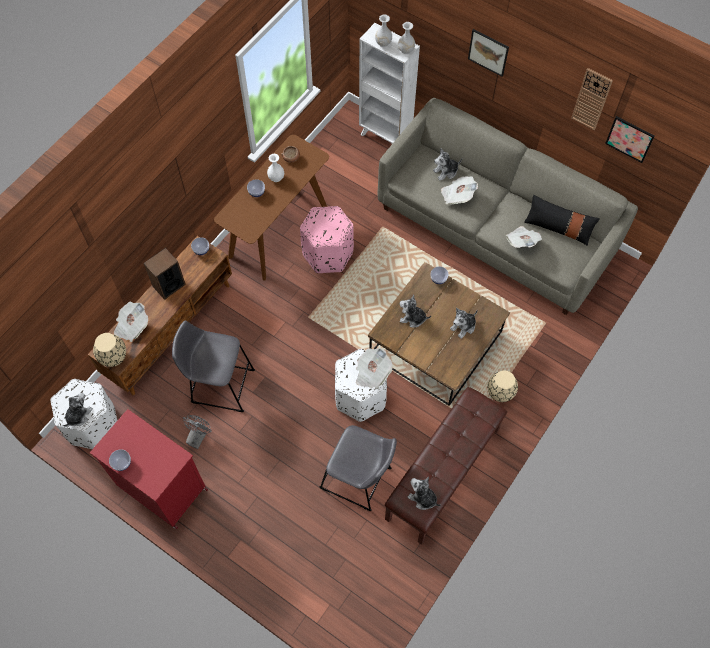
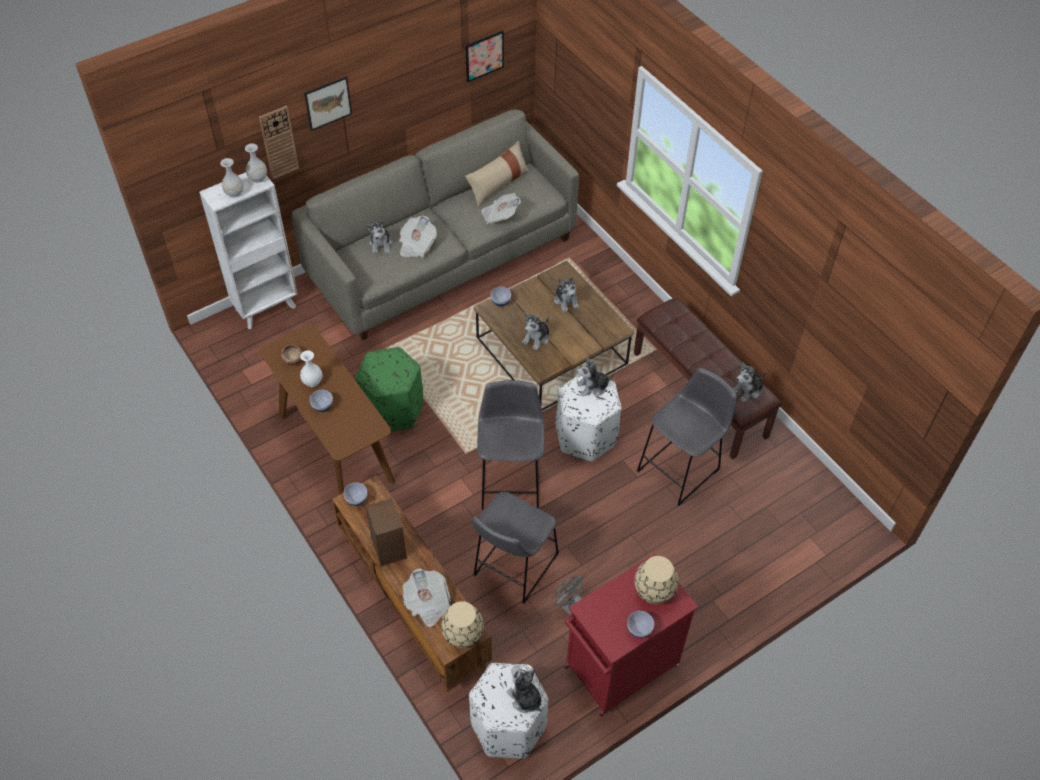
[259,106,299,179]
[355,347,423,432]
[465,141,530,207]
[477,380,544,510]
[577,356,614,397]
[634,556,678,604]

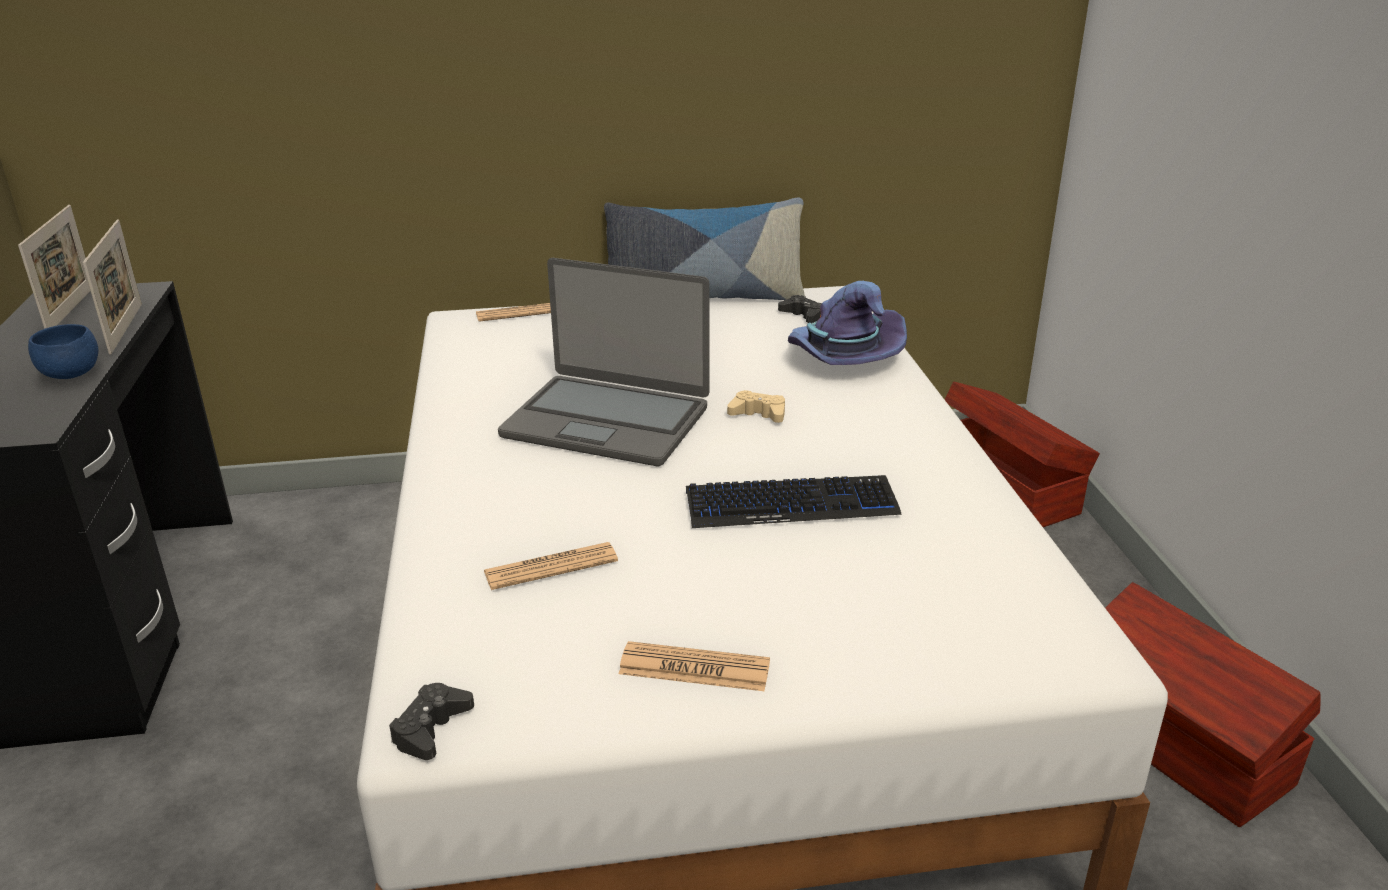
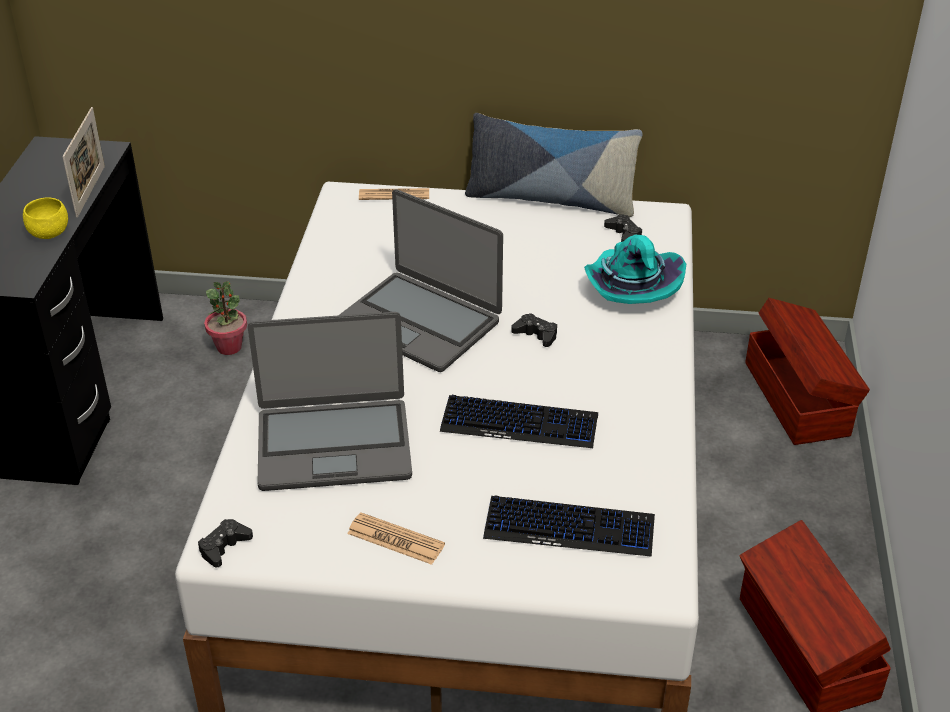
[23,197,68,239]
[204,281,247,355]
[248,312,412,491]
[483,495,655,557]
[511,313,557,347]
[584,235,686,304]
[18,205,90,329] (first image)

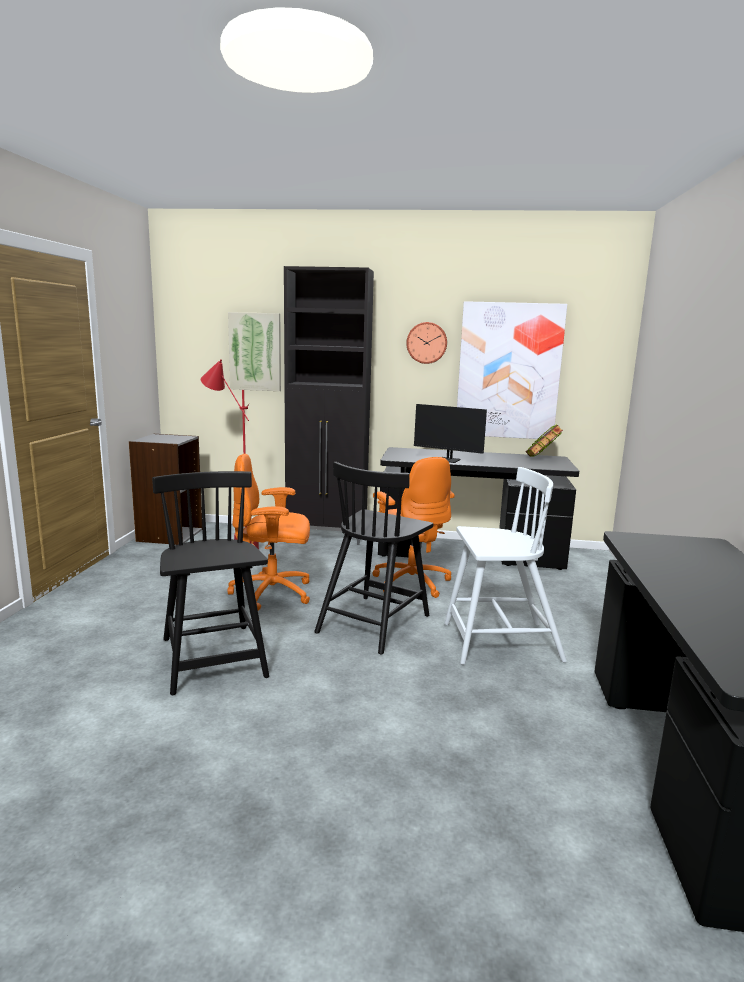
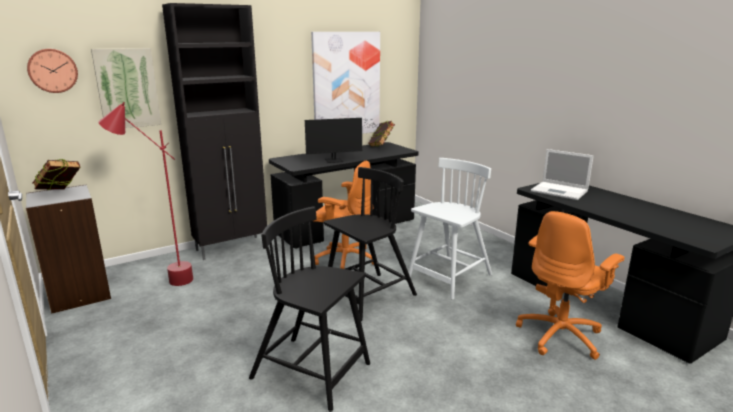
[27,49,78,93]
[32,159,80,190]
[324,167,417,321]
[516,211,625,360]
[531,149,593,200]

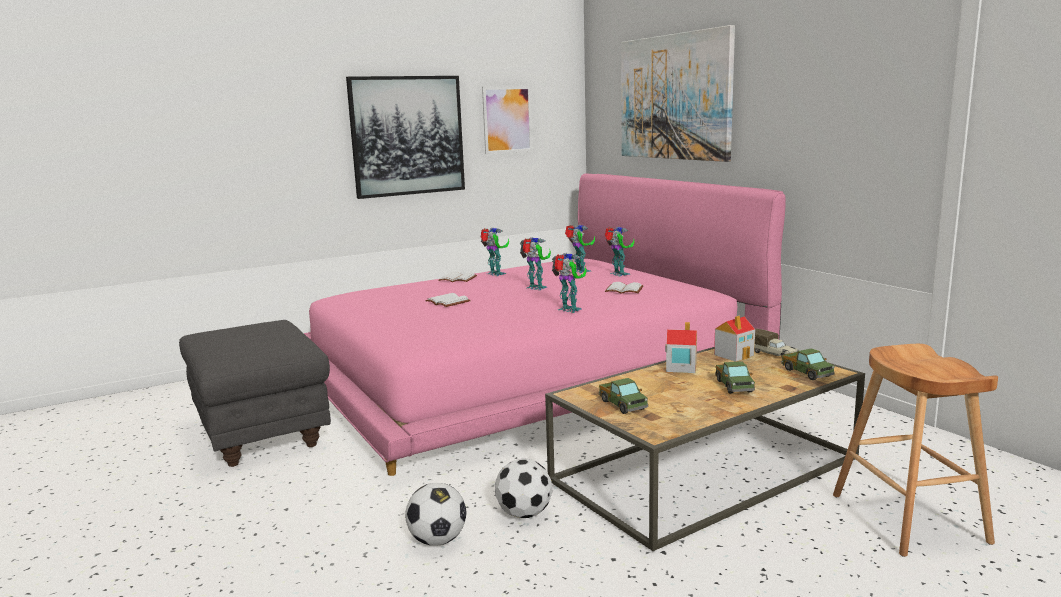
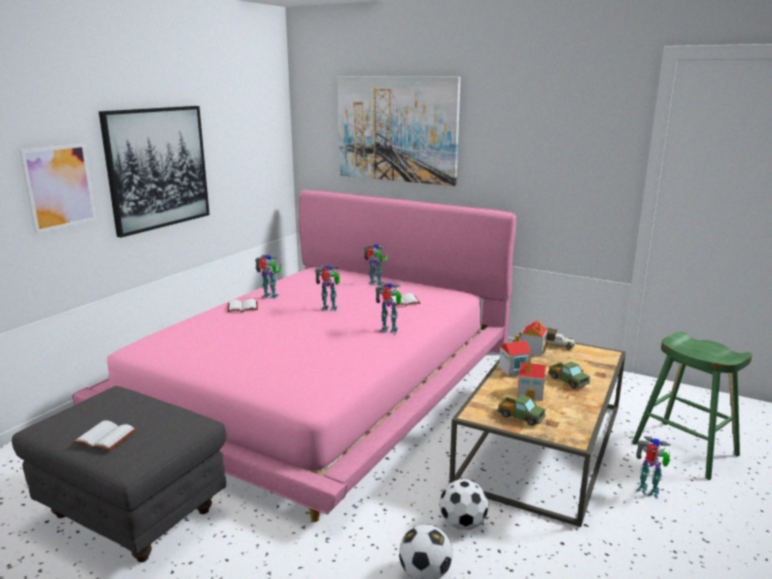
[19,143,97,234]
[73,421,137,451]
[518,361,546,401]
[632,332,752,480]
[635,436,671,499]
[781,348,835,380] (first image)

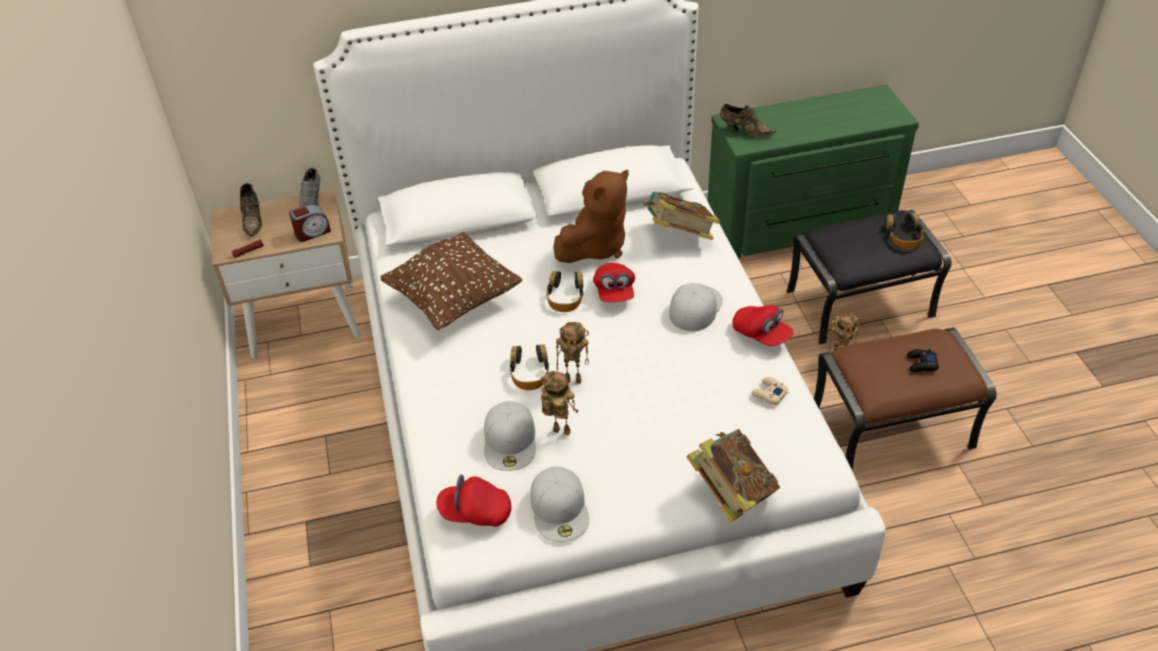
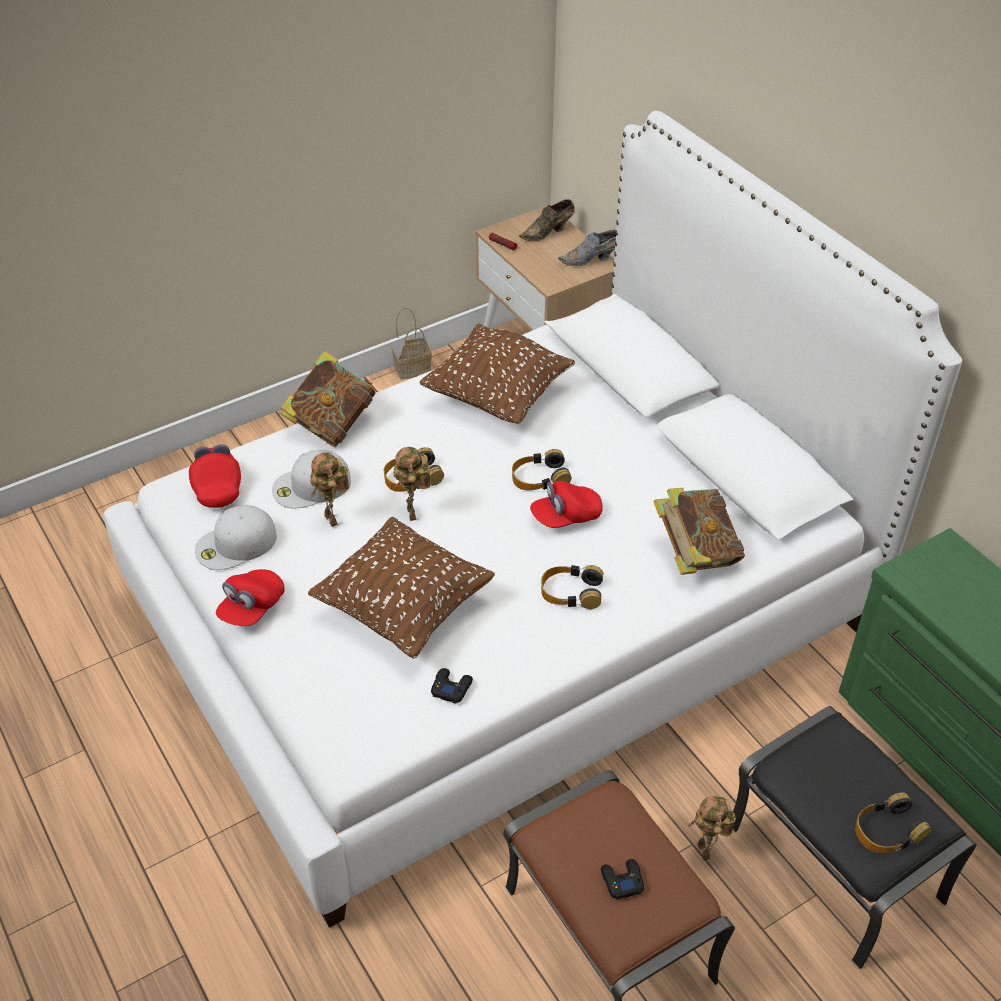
[216,569,285,626]
[280,351,376,447]
[308,516,495,659]
[310,452,349,527]
[392,308,432,380]
[431,668,473,704]
[541,565,603,609]
[289,204,331,242] (first image)
[553,170,629,263] (first image)
[720,104,776,138] (first image)

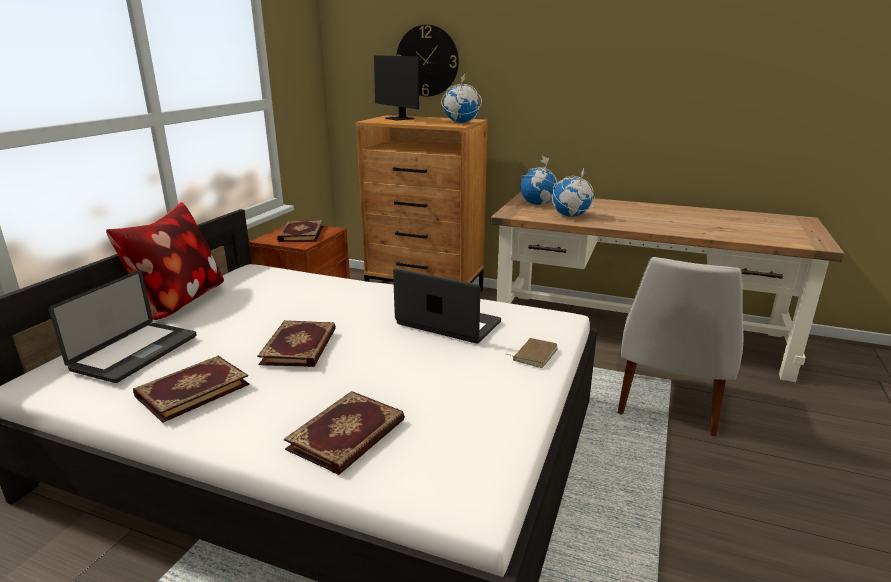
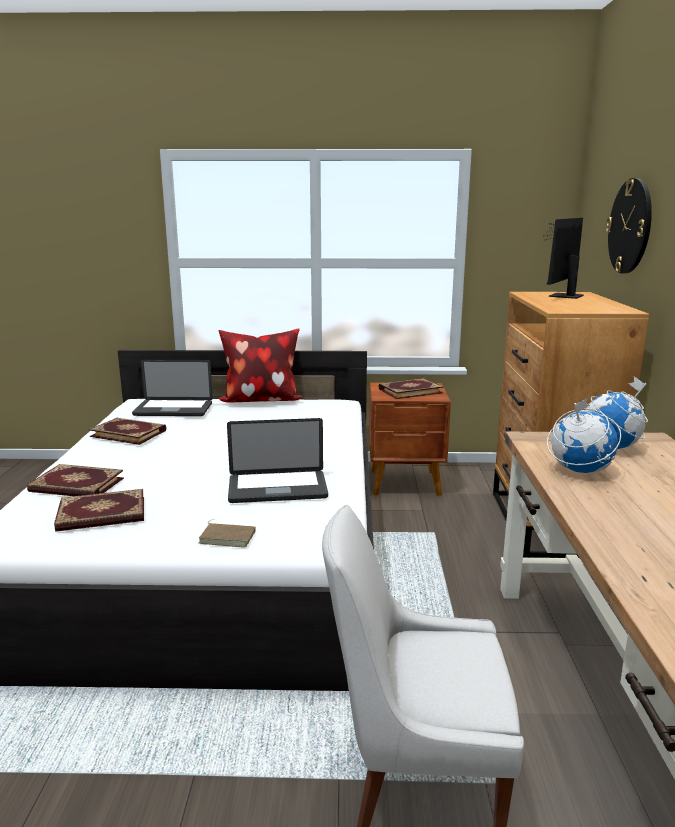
[54,489,144,532]
[227,418,328,503]
[441,74,482,123] (first image)

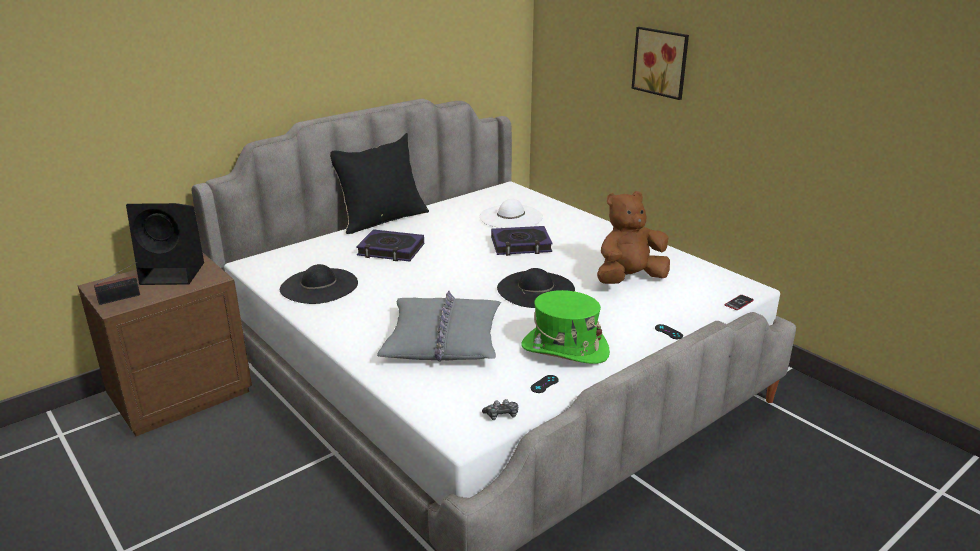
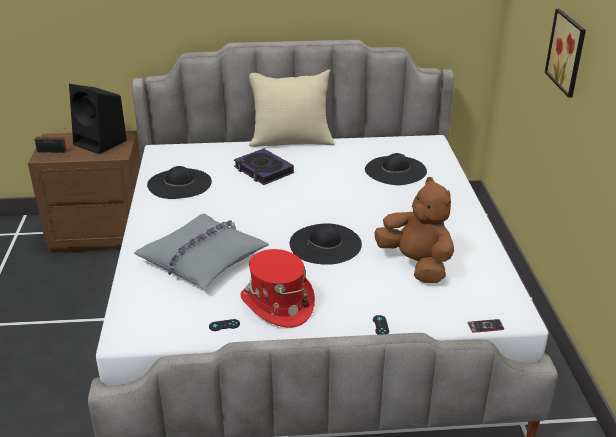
[240,249,315,327]
[249,69,335,147]
[365,153,427,185]
[375,177,454,283]
[482,399,518,420] (first image)
[491,226,553,256] (first image)

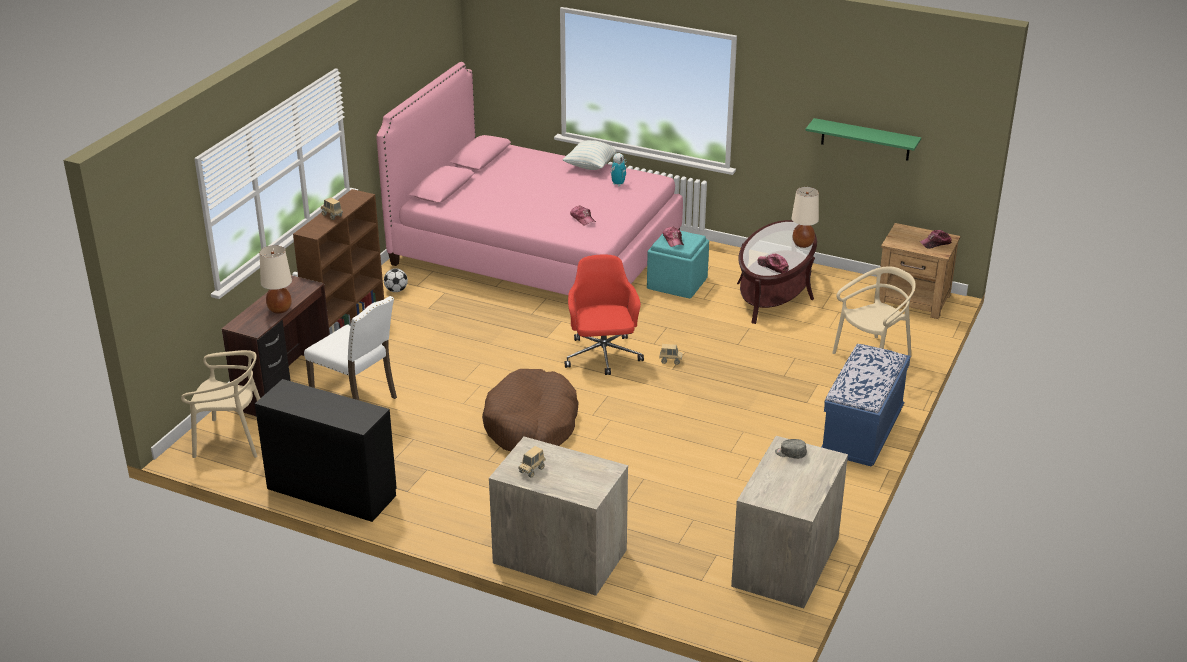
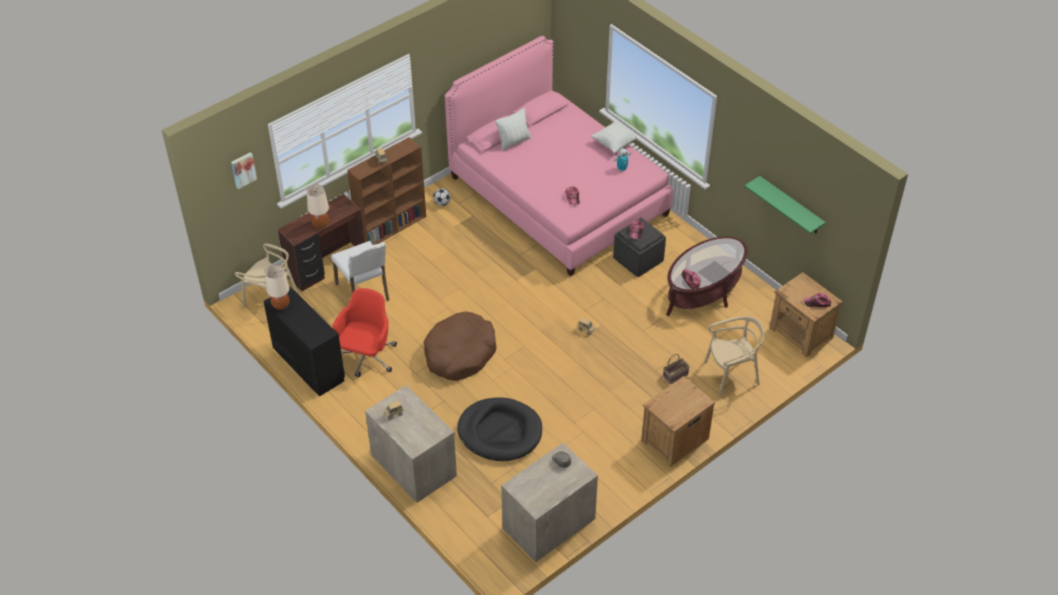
[231,152,257,189]
[265,265,290,310]
[333,288,397,377]
[457,397,542,461]
[495,108,531,151]
[613,218,666,277]
[641,376,715,467]
[663,354,690,384]

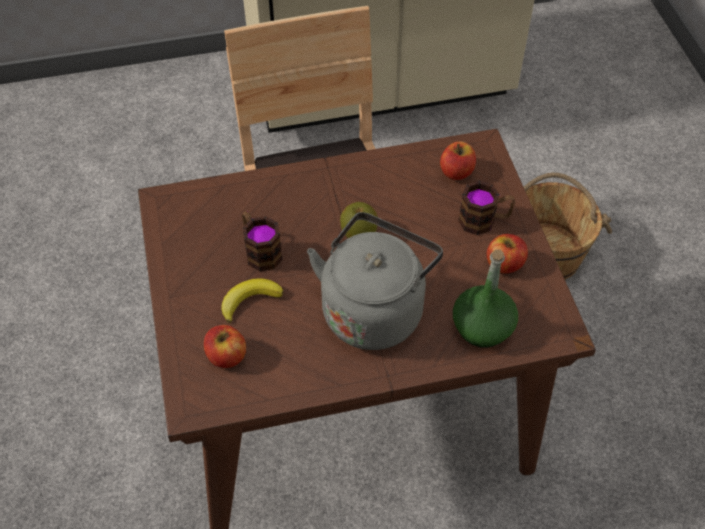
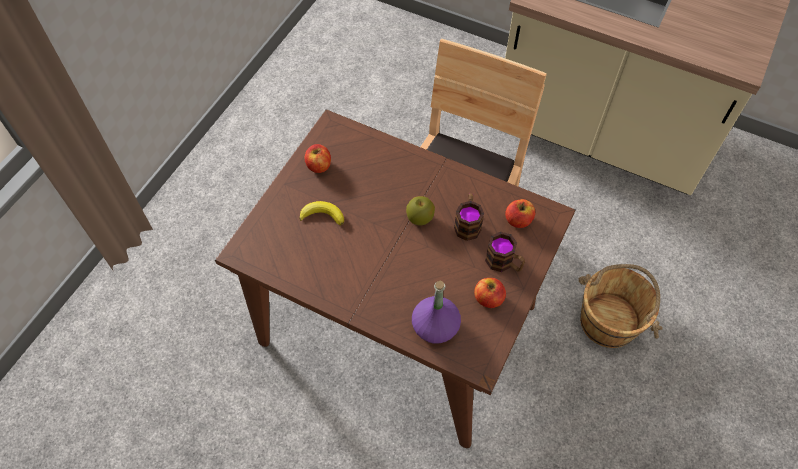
[305,144,331,173]
[412,281,461,344]
[454,194,484,241]
[307,212,443,350] (first image)

